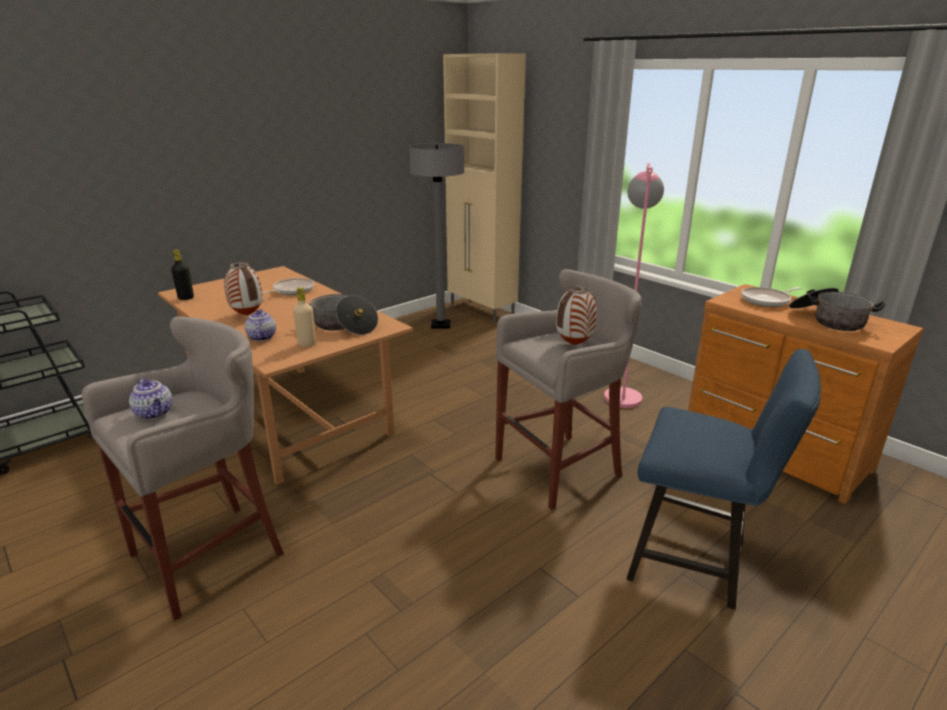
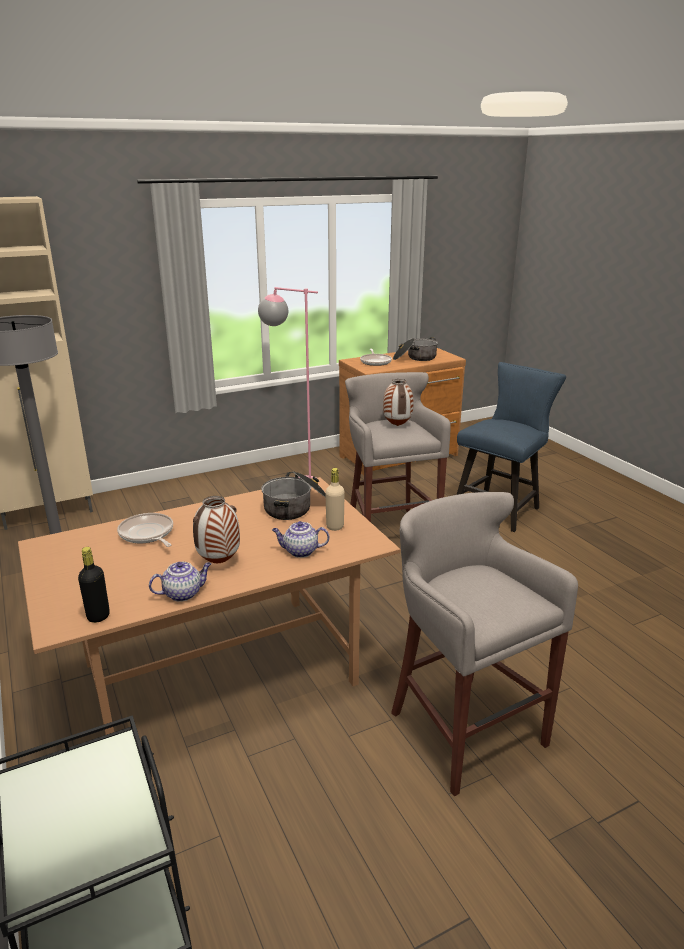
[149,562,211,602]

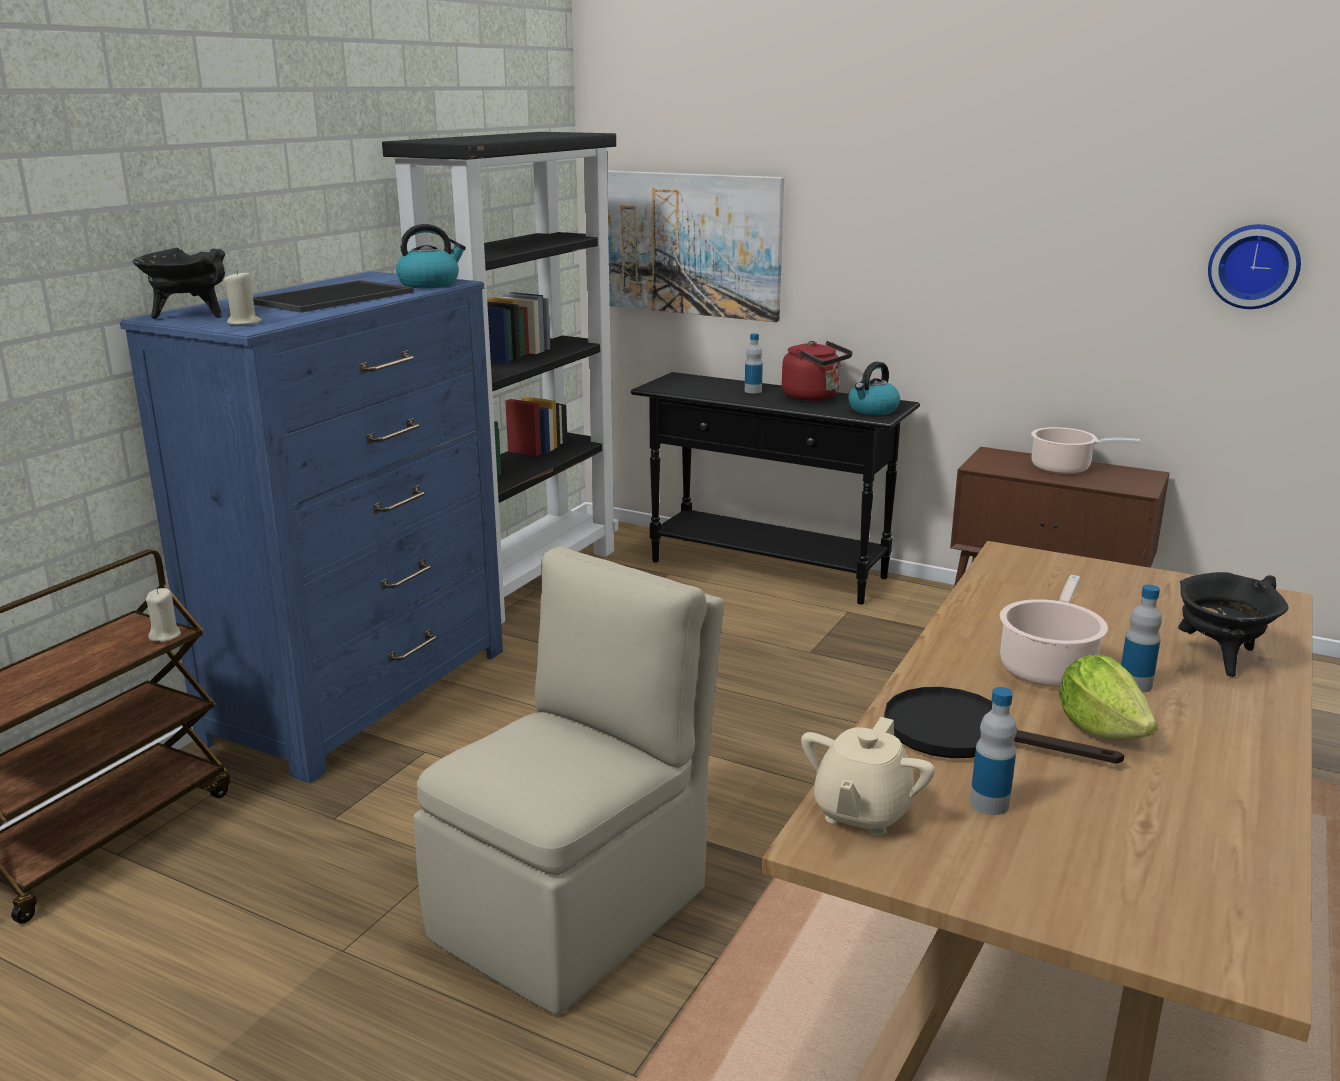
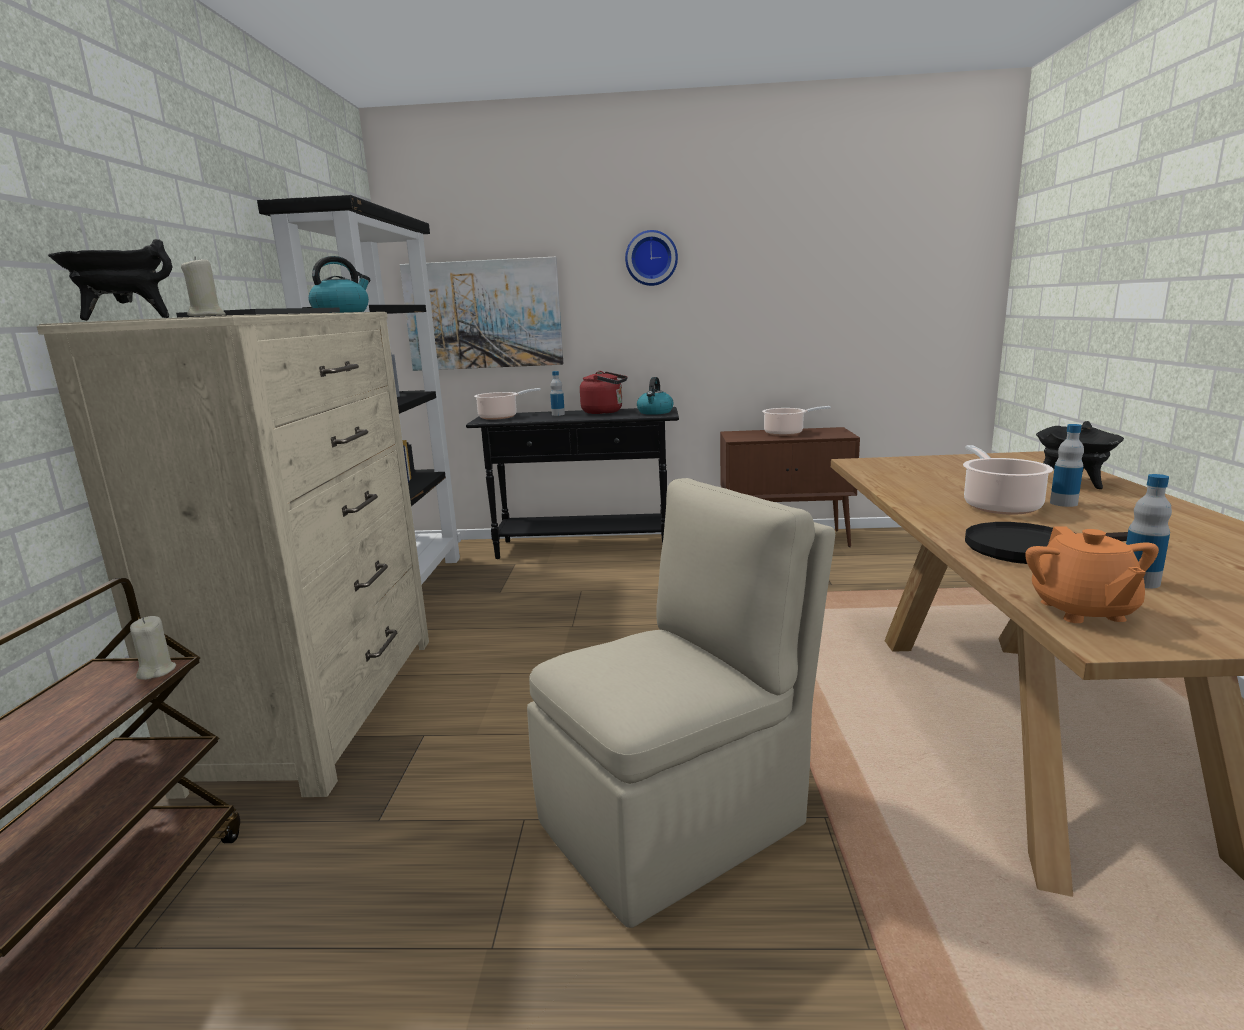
[37,312,429,799]
[474,388,541,420]
[527,478,835,928]
[625,230,678,286]
[1025,526,1159,623]
[1059,655,1158,740] (first image)

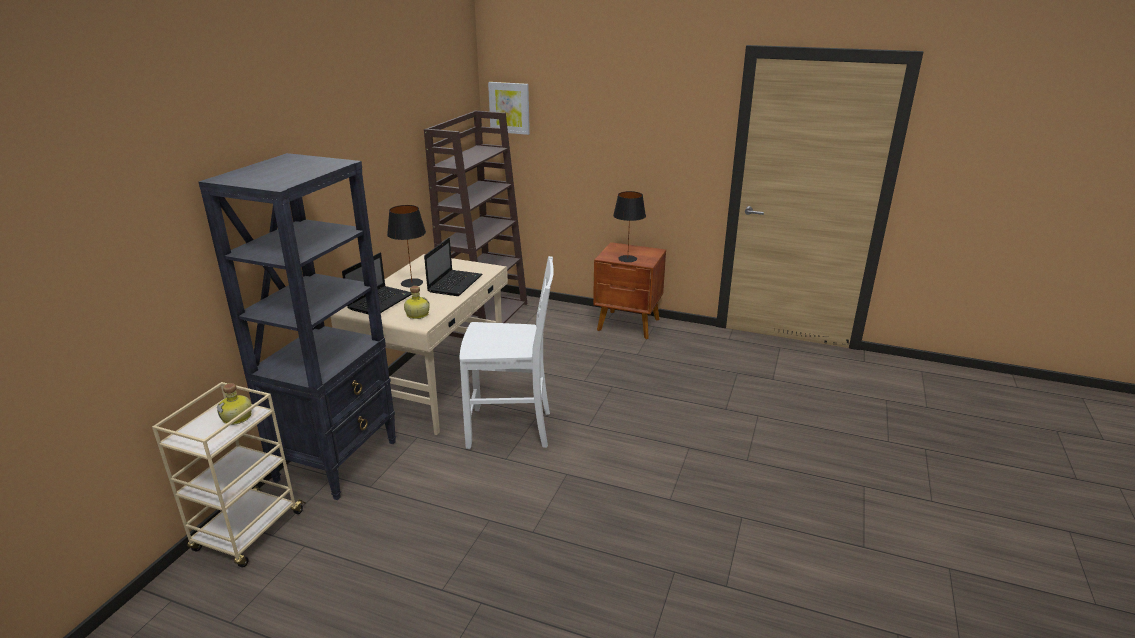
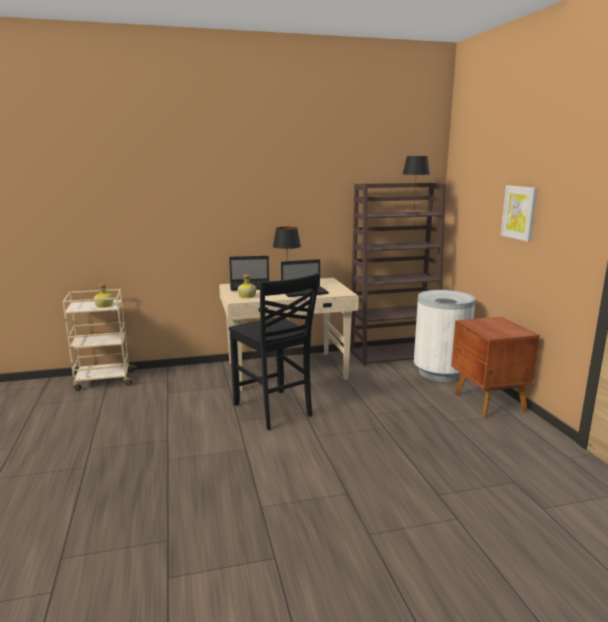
[229,273,320,430]
[403,156,430,214]
[414,290,475,382]
[501,185,538,242]
[198,153,396,500] (first image)

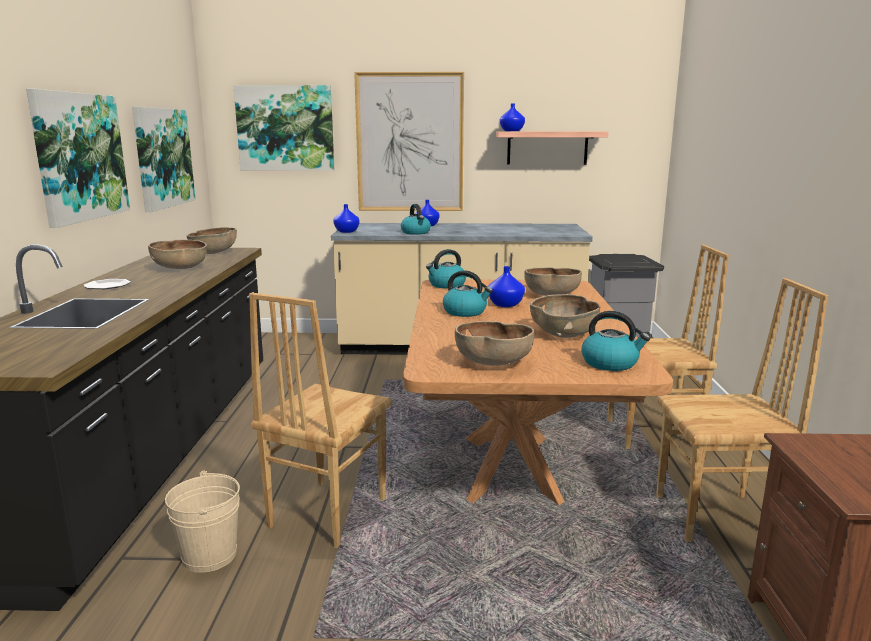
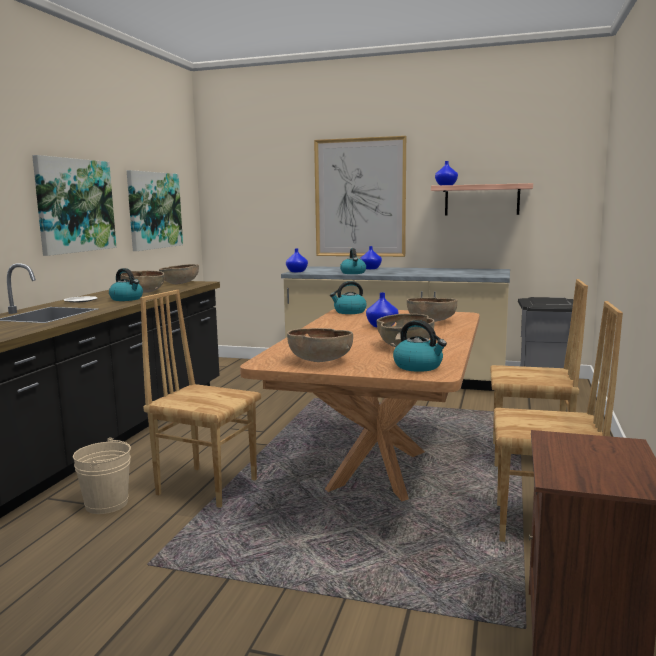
[109,268,143,301]
[140,290,261,508]
[233,85,334,171] (first image)

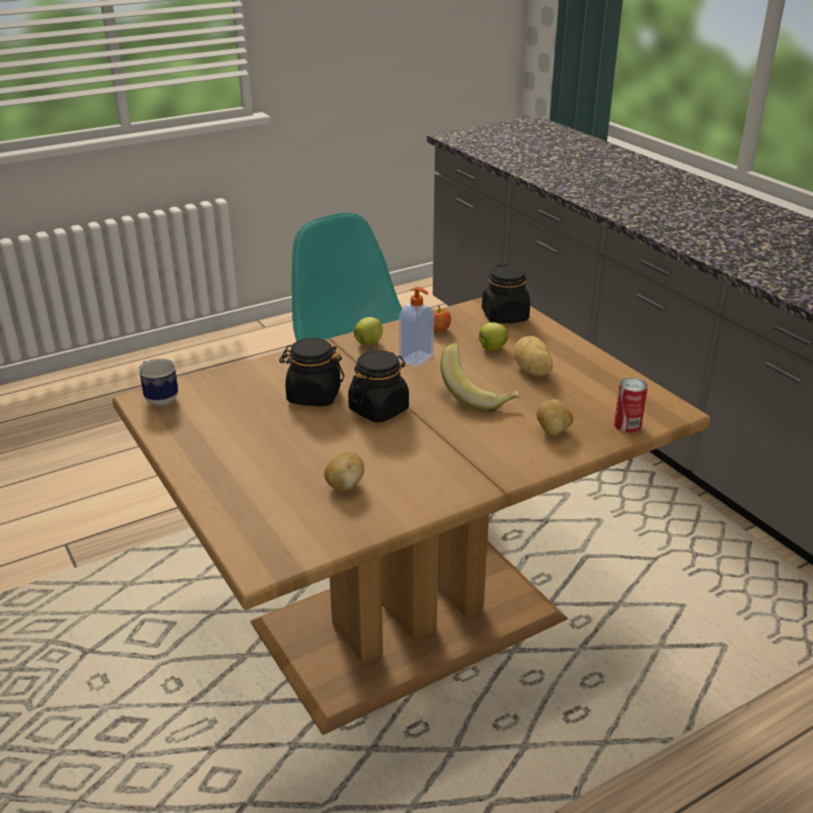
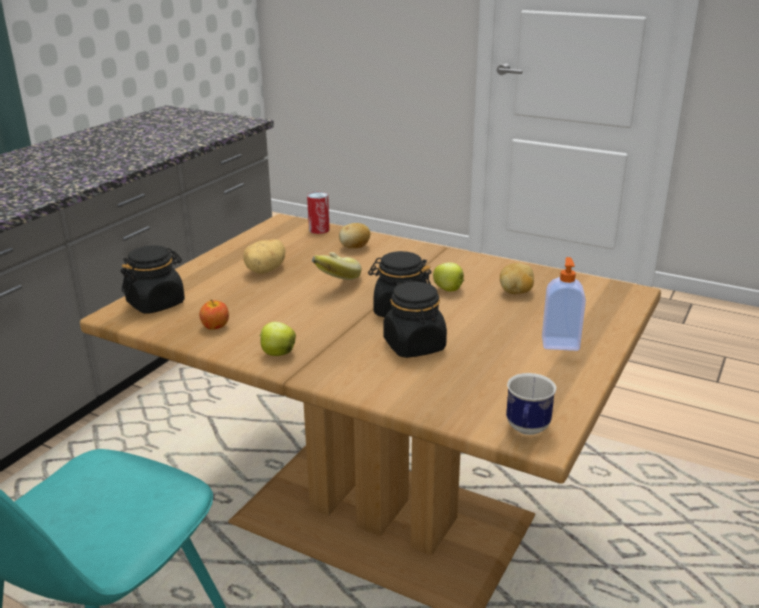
[433,263,464,291]
[542,257,586,351]

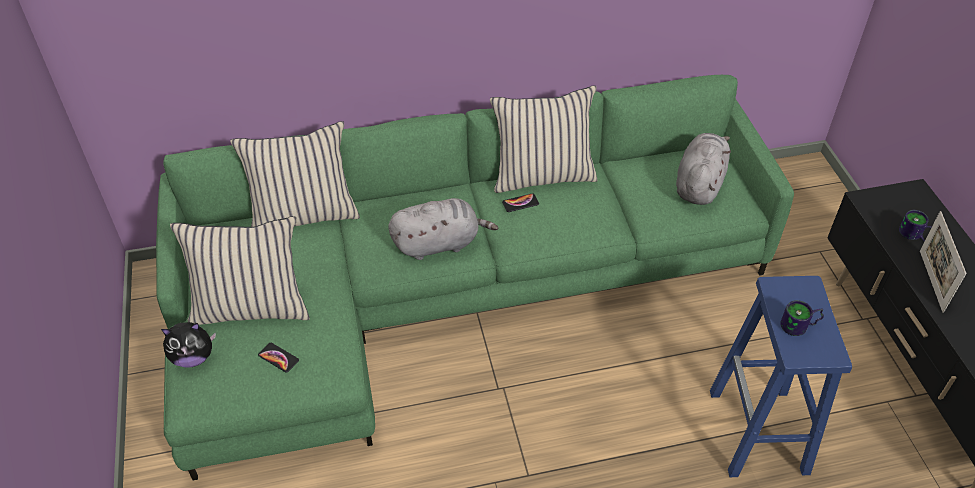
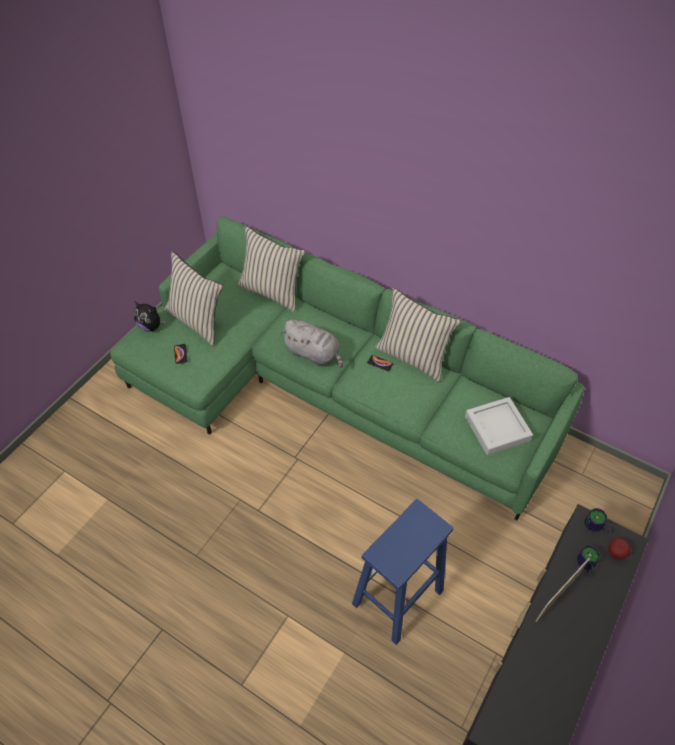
[465,397,533,455]
[585,508,614,533]
[608,538,631,560]

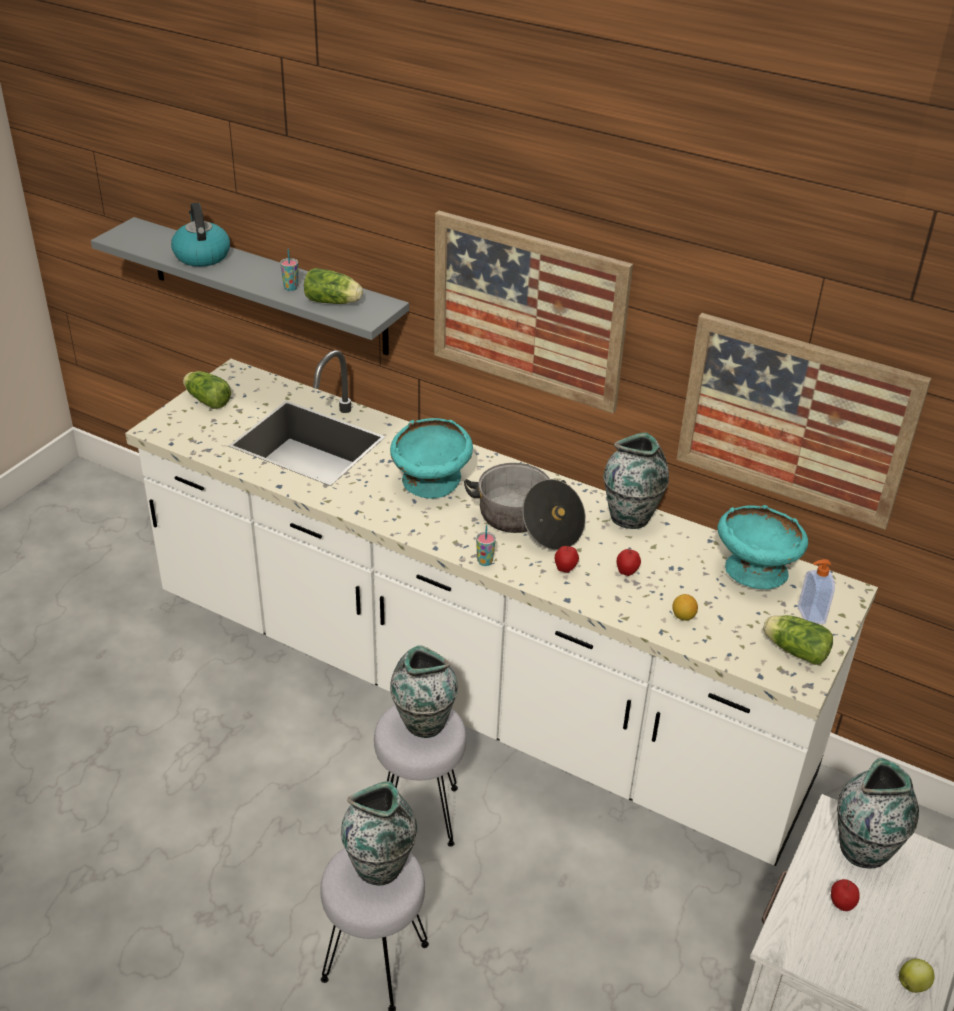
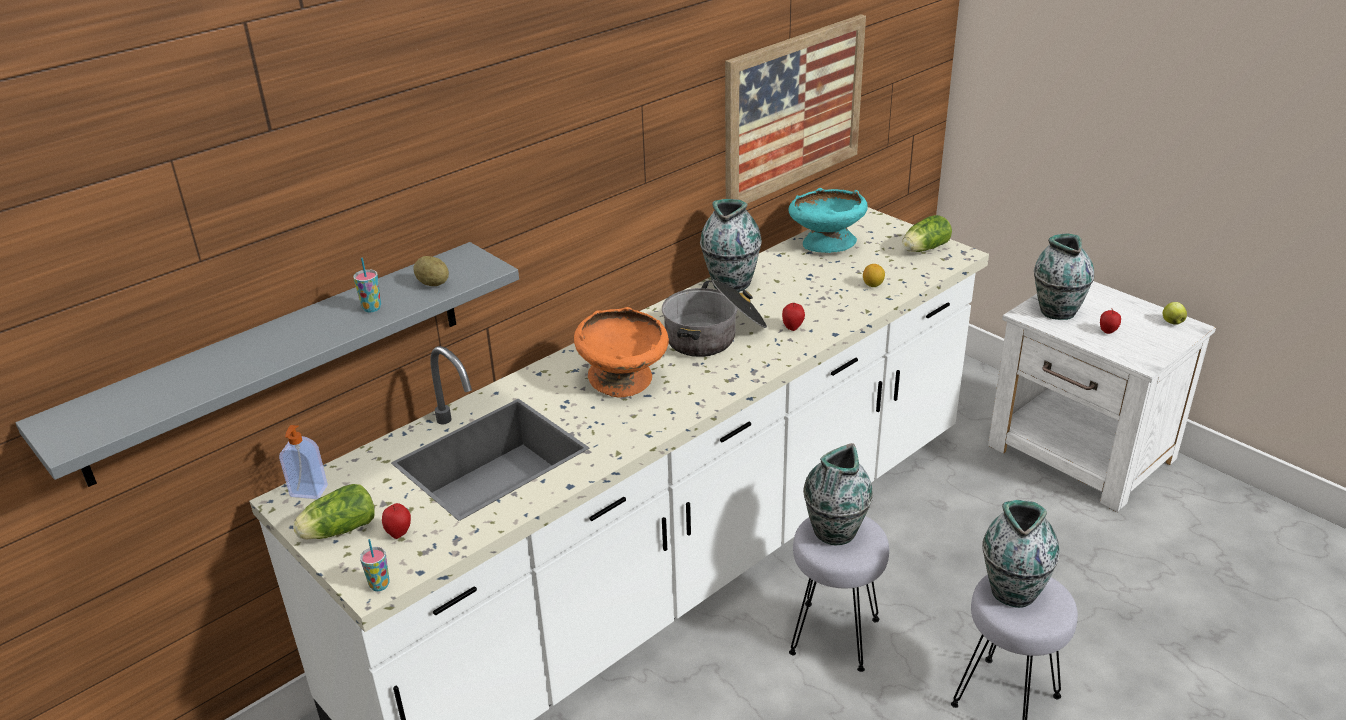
[279,425,328,499]
[360,539,390,591]
[382,503,411,539]
[413,256,449,286]
[574,307,669,397]
[171,203,230,267] (first image)
[434,211,633,414] (first image)

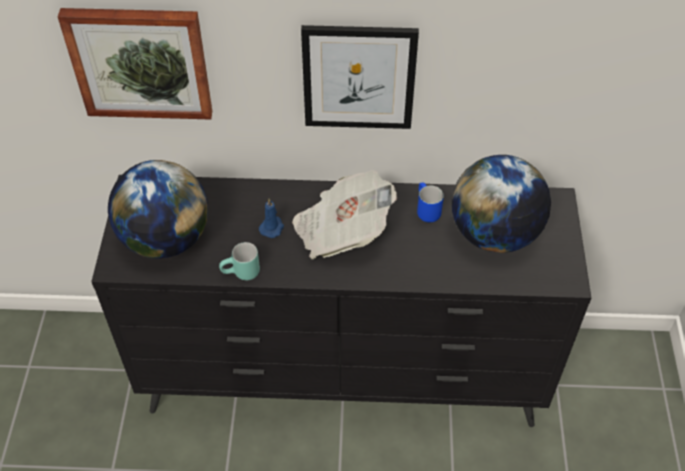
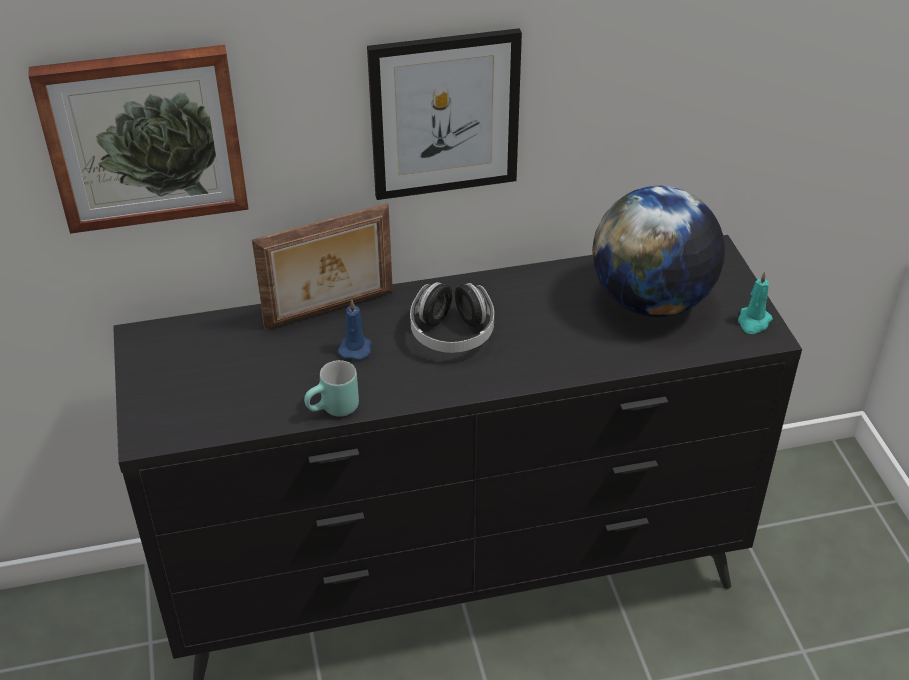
[252,203,393,330]
[410,282,494,353]
[738,271,773,334]
[108,160,208,259] (first image)
[417,182,444,222] (first image)

